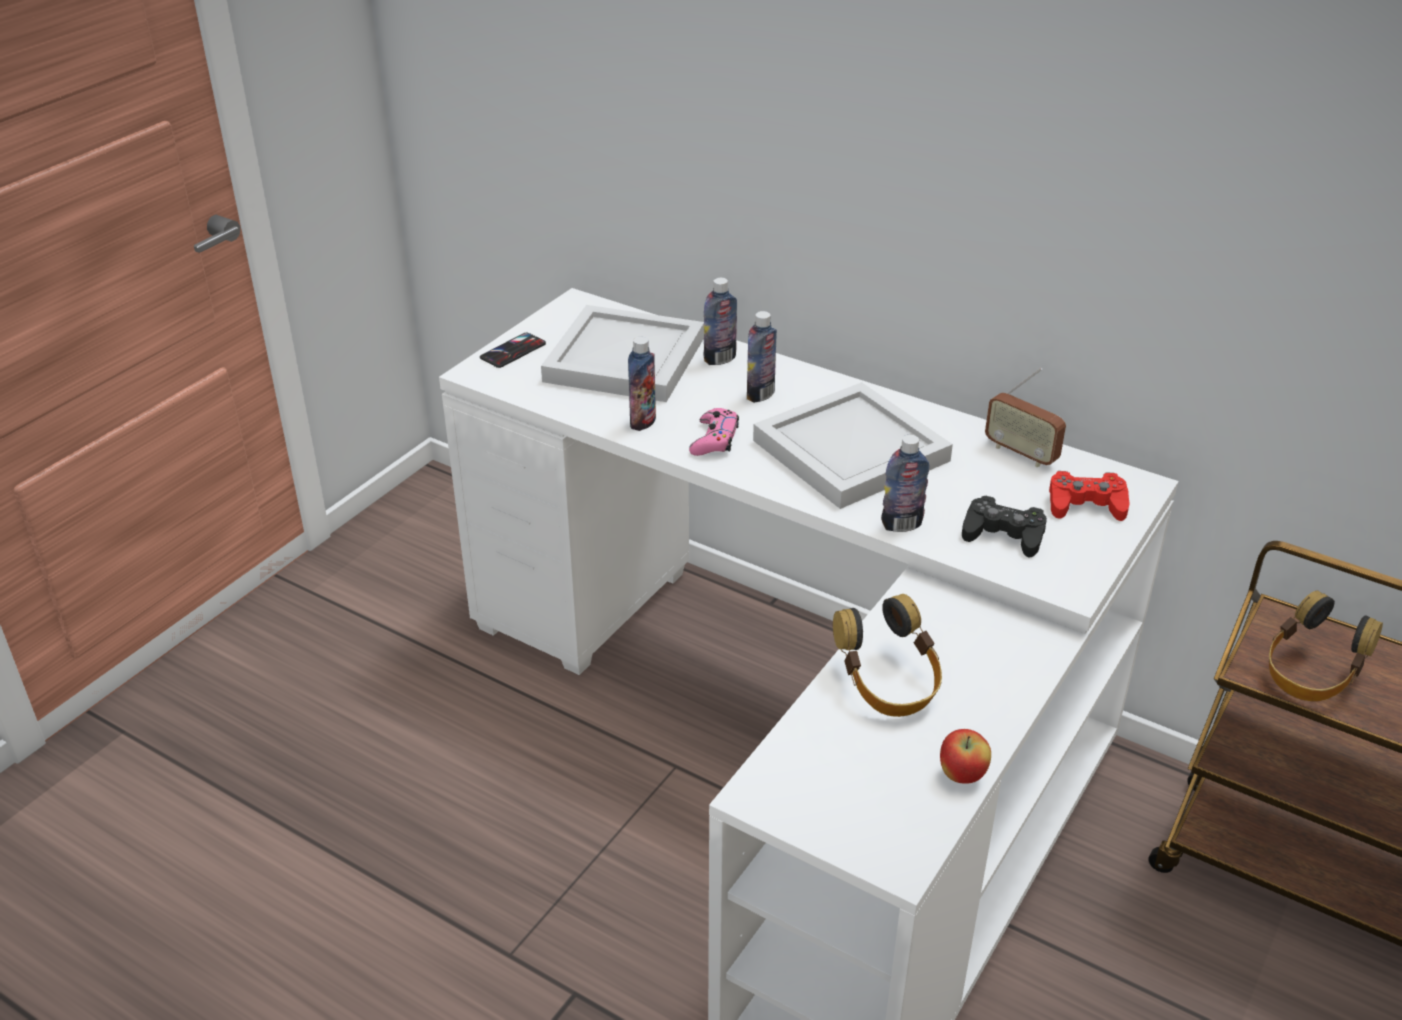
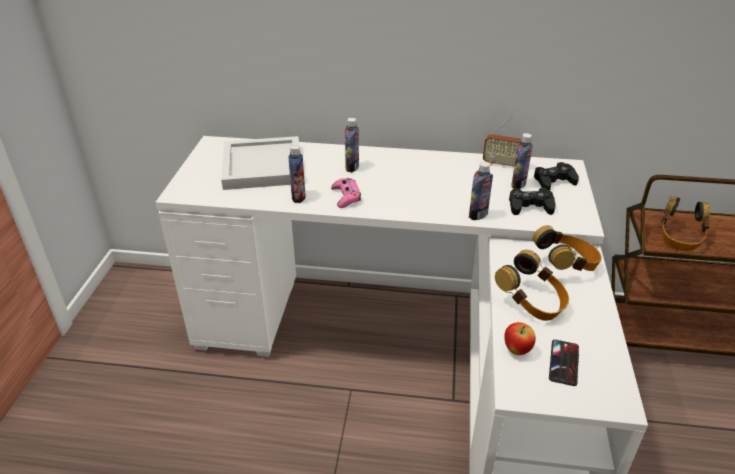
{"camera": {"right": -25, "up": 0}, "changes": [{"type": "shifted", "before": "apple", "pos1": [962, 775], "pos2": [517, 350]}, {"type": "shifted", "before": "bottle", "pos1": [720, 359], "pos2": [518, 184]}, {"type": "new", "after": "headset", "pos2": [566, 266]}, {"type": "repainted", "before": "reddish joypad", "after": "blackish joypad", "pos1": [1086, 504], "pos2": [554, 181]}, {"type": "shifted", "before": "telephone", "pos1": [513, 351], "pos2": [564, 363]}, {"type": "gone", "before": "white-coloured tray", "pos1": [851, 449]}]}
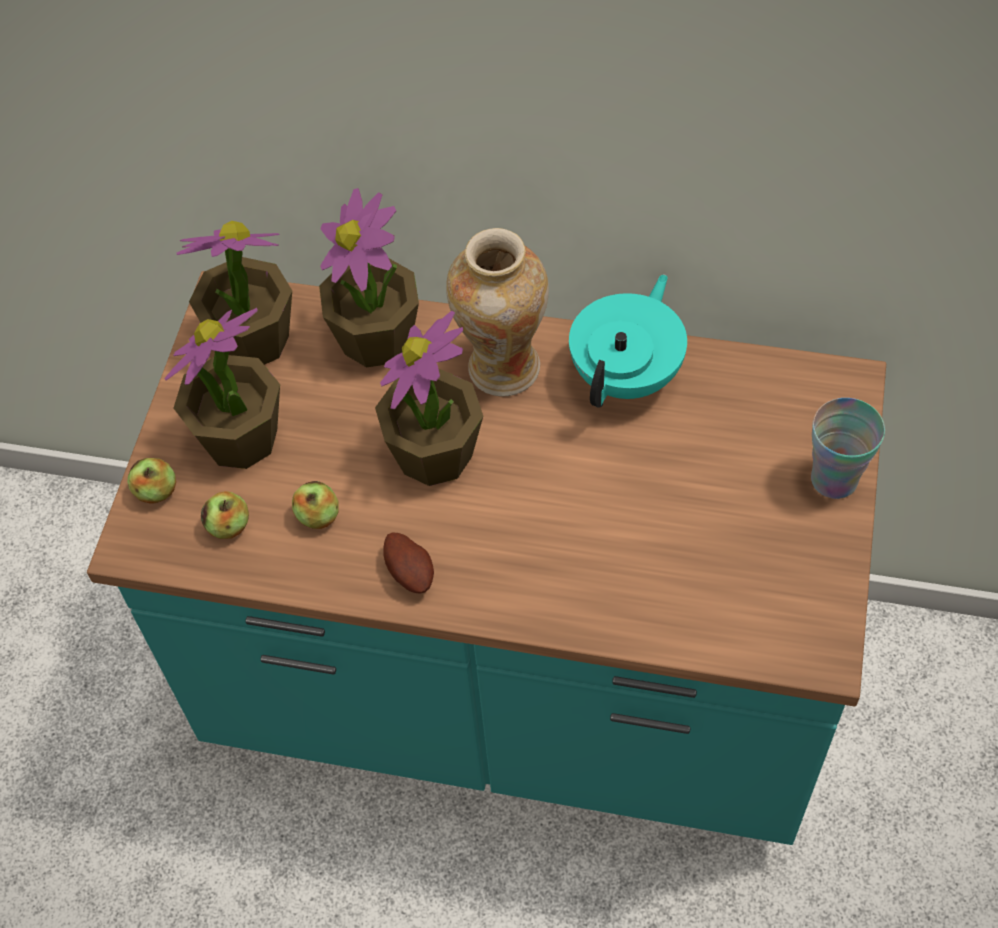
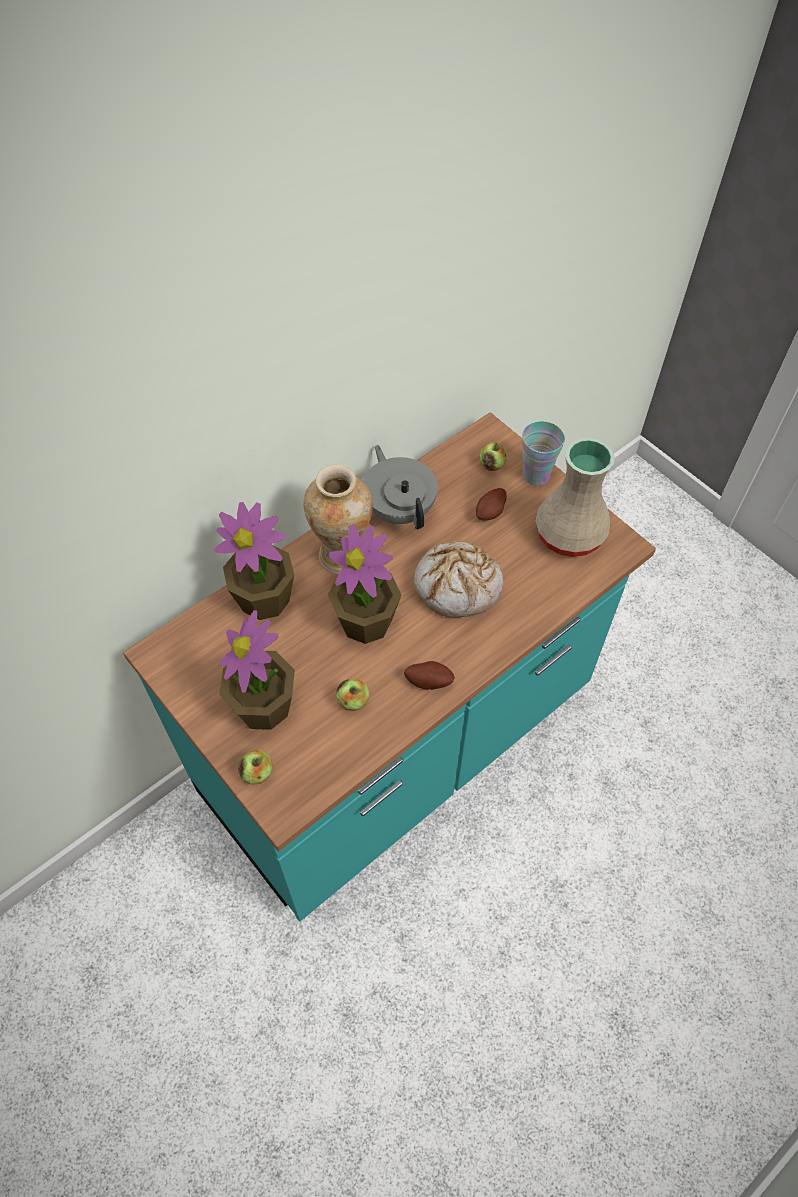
{"camera": {"right": -55, "up": 0}, "changes": [{"type": "repainted", "before": "blue-green teapot", "after": "gray teapot", "pos1": [628, 375], "pos2": [400, 509]}, {"type": "new", "after": "bakery bread", "pos2": [458, 586]}, {"type": "new", "after": "potato", "pos2": [491, 512]}, {"type": "shifted", "before": "apple", "pos1": [229, 526], "pos2": [492, 465]}, {"type": "new", "after": "sand-coloured flower vase", "pos2": [571, 534]}, {"type": "gone", "before": "plant in a pot", "pos1": [252, 341]}]}
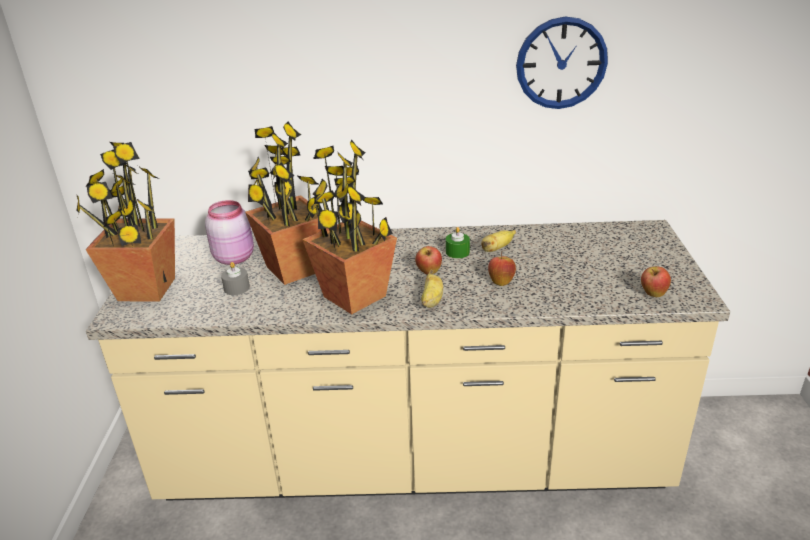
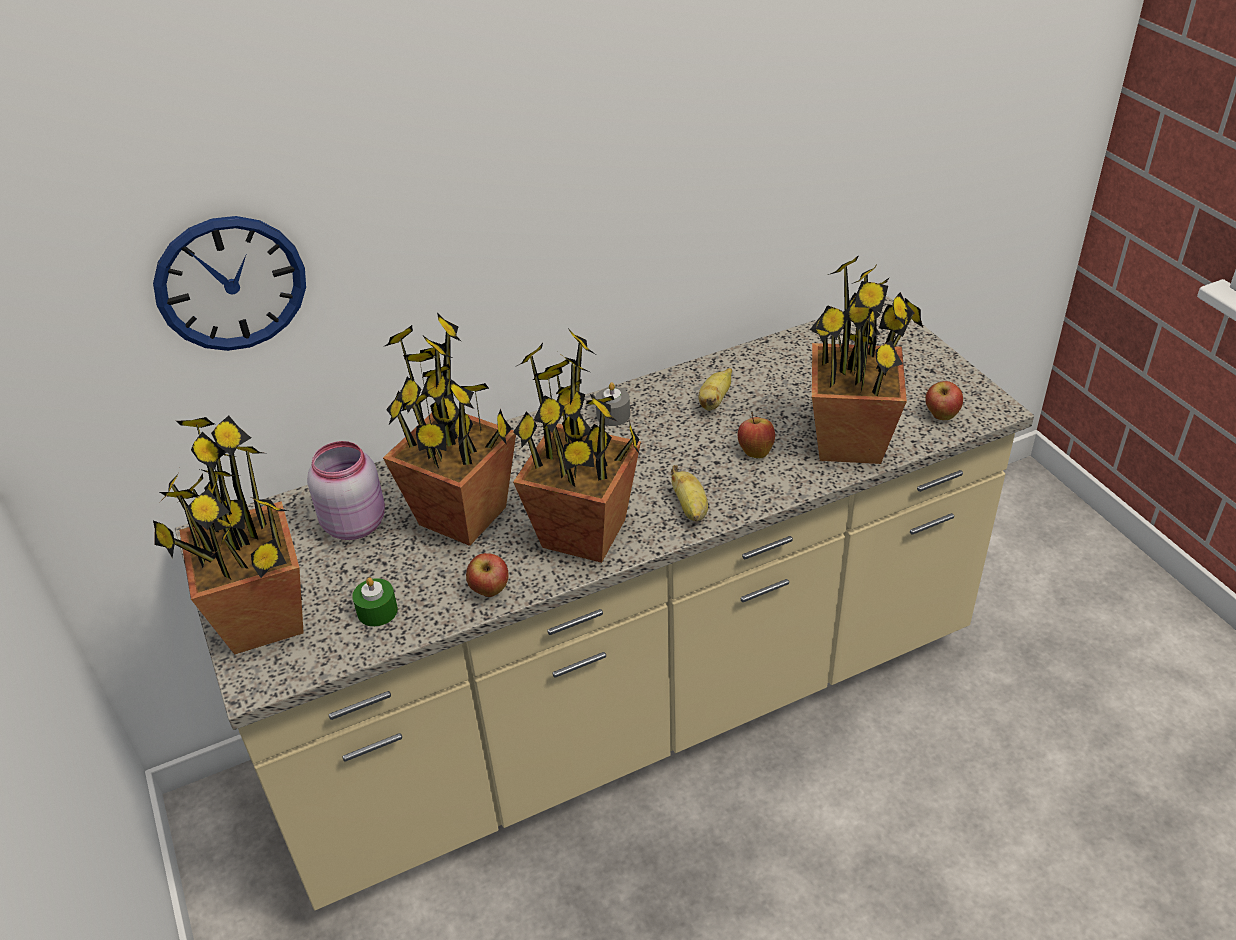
{"camera": {"right": -25, "up": 10}, "changes": [{"type": "shifted", "before": "wall clock", "pos1": [561, 63], "pos2": [231, 284]}, {"type": "shifted", "before": "green-coloured wax candle", "pos1": [457, 252], "pos2": [377, 611]}, {"type": "shifted", "before": "apple", "pos1": [429, 272], "pos2": [490, 591]}, {"type": "shifted", "before": "gray wax candle", "pos1": [236, 288], "pos2": [613, 415]}, {"type": "new", "after": "plant in a pot", "pos2": [849, 442]}]}
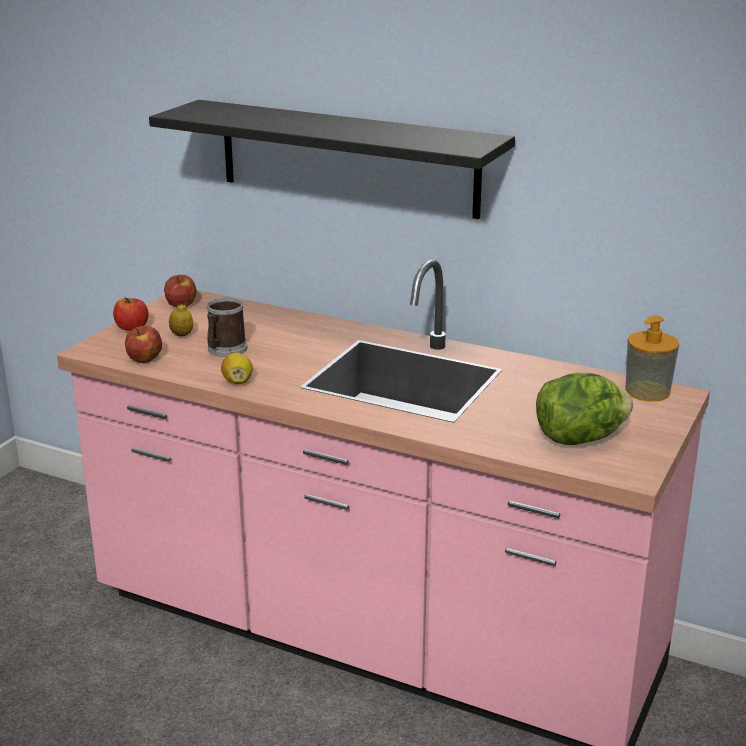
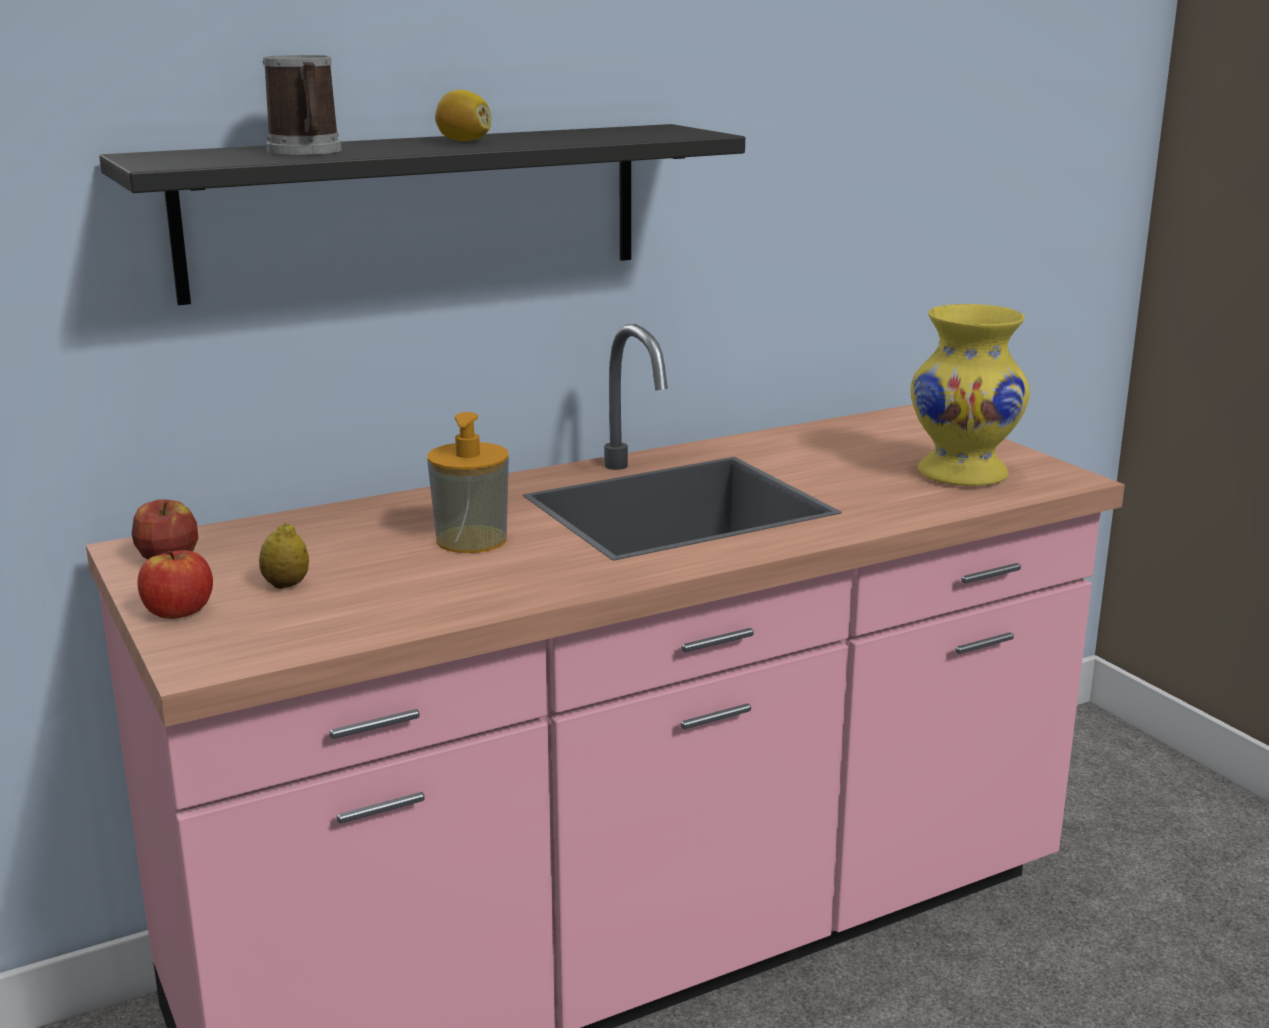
{"camera": {"right": -55, "up": -5}, "changes": [{"type": "shifted", "before": "mug", "pos1": [224, 350], "pos2": [306, 151]}, {"type": "shifted", "before": "liquid soap bottle", "pos1": [647, 391], "pos2": [471, 539]}, {"type": "shifted", "before": "lemon", "pos1": [237, 381], "pos2": [464, 141]}, {"type": "swapped", "before": "lettuce head", "after": "yellow-coloured flower vase", "pos1": [579, 439], "pos2": [960, 474]}, {"type": "gone", "before": "apple", "pos1": [145, 359]}]}
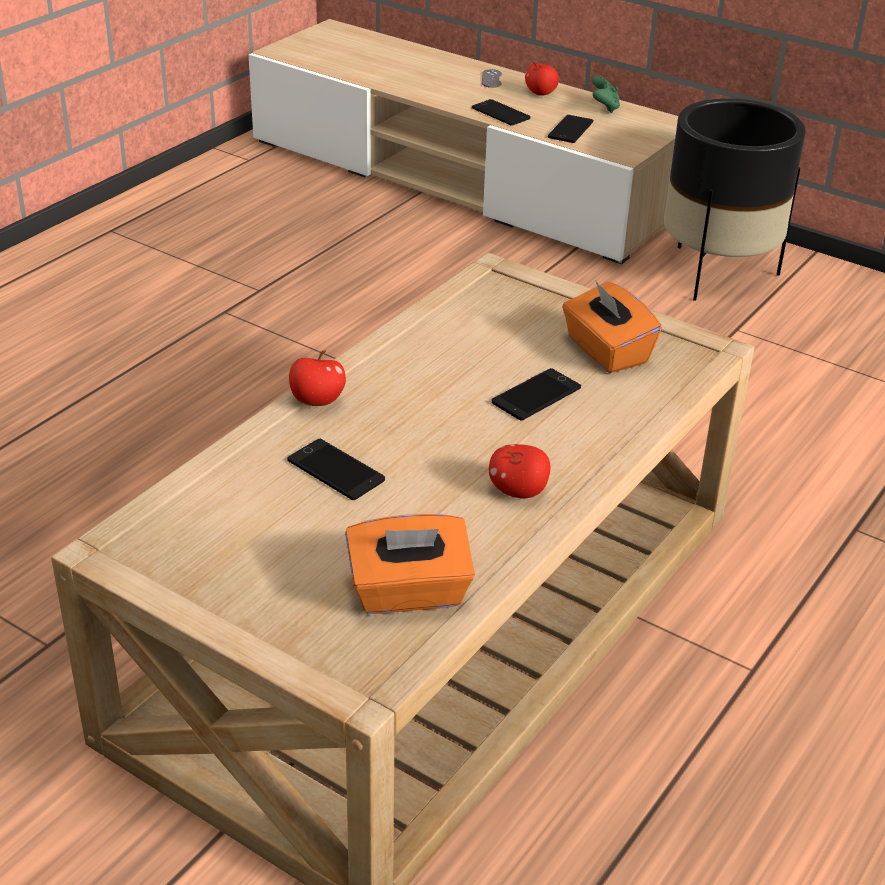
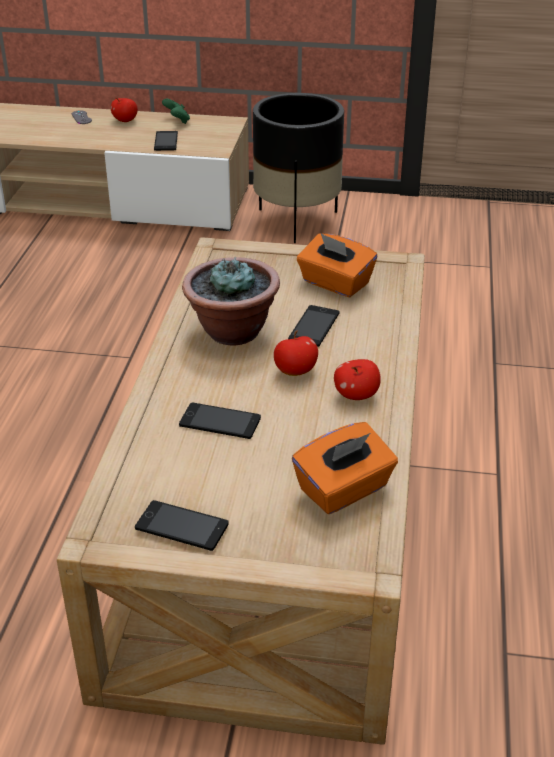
{"camera": {"right": -25, "up": 0}, "changes": [{"type": "shifted", "before": "telephone", "pos1": [500, 113], "pos2": [182, 526]}, {"type": "new", "after": "plant in a pot", "pos2": [232, 331]}, {"type": "shifted", "before": "apple", "pos1": [317, 402], "pos2": [295, 371]}]}
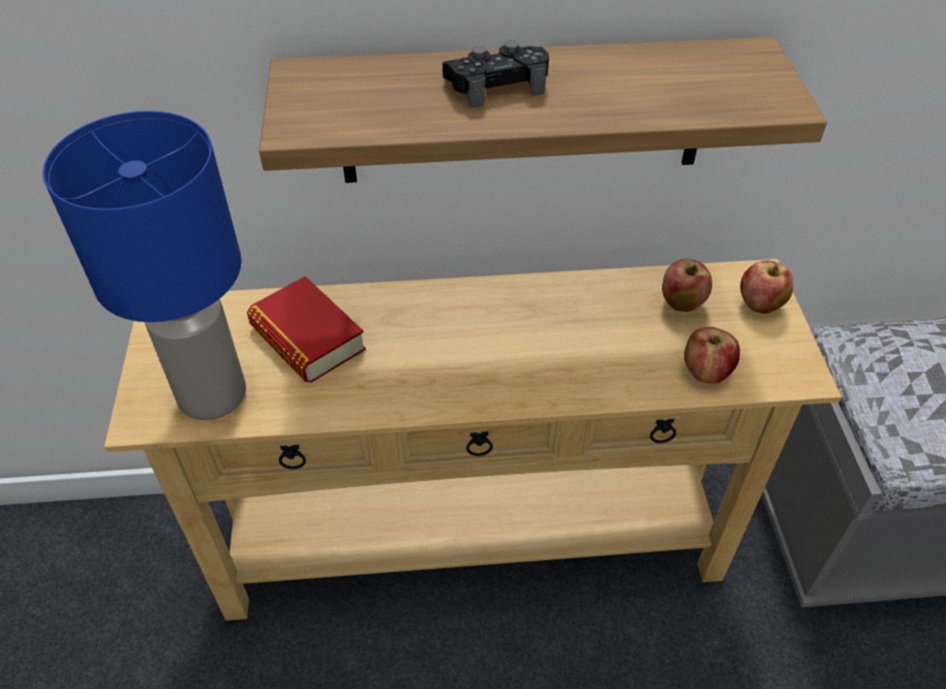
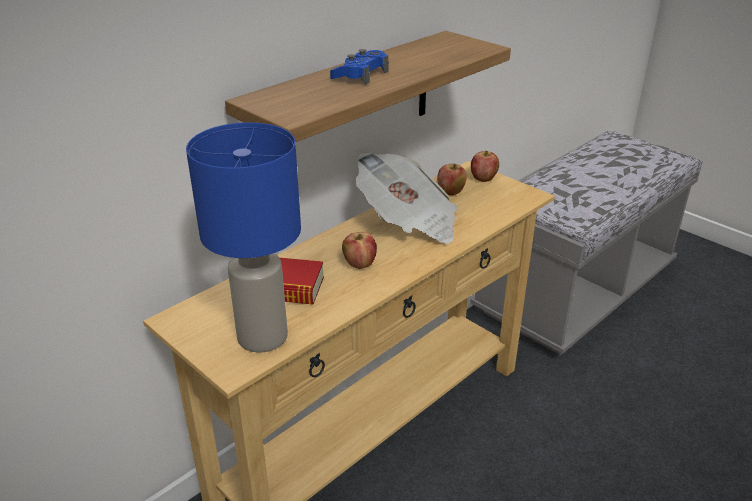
{"camera": {"right": -40, "up": -15}, "changes": [{"type": "repainted", "before": "blackish joypad", "after": "blue-coloured joypad", "pos1": [497, 84], "pos2": [360, 75]}, {"type": "shifted", "before": "apple", "pos1": [706, 373], "pos2": [360, 264]}, {"type": "new", "after": "printed paper", "pos2": [408, 222]}]}
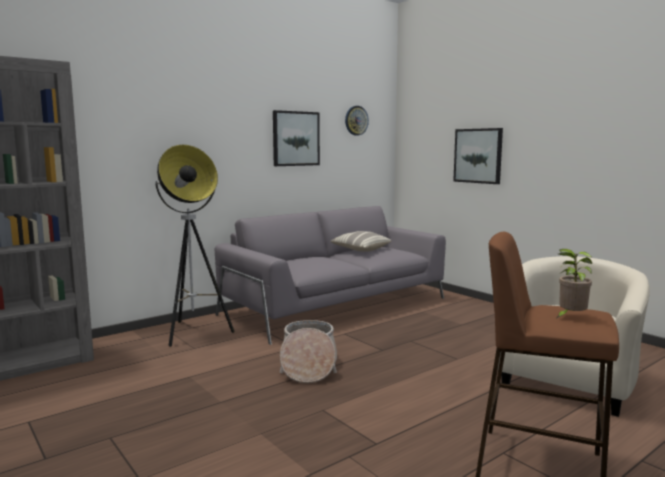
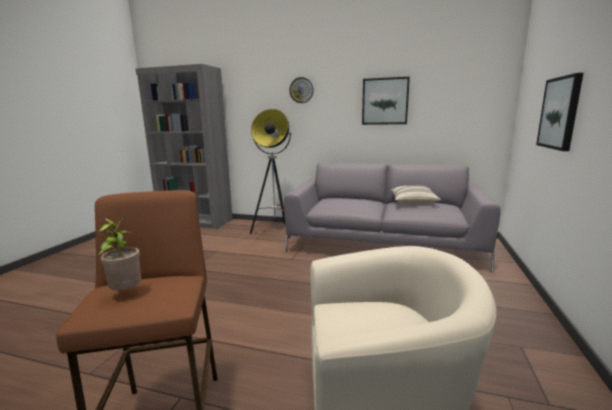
{"camera": {"right": 55, "up": 5}, "changes": [{"type": "shifted", "before": "wall clock", "pos1": [356, 120], "pos2": [301, 90]}, {"type": "gone", "before": "storage basket", "pos1": [308, 366]}]}
